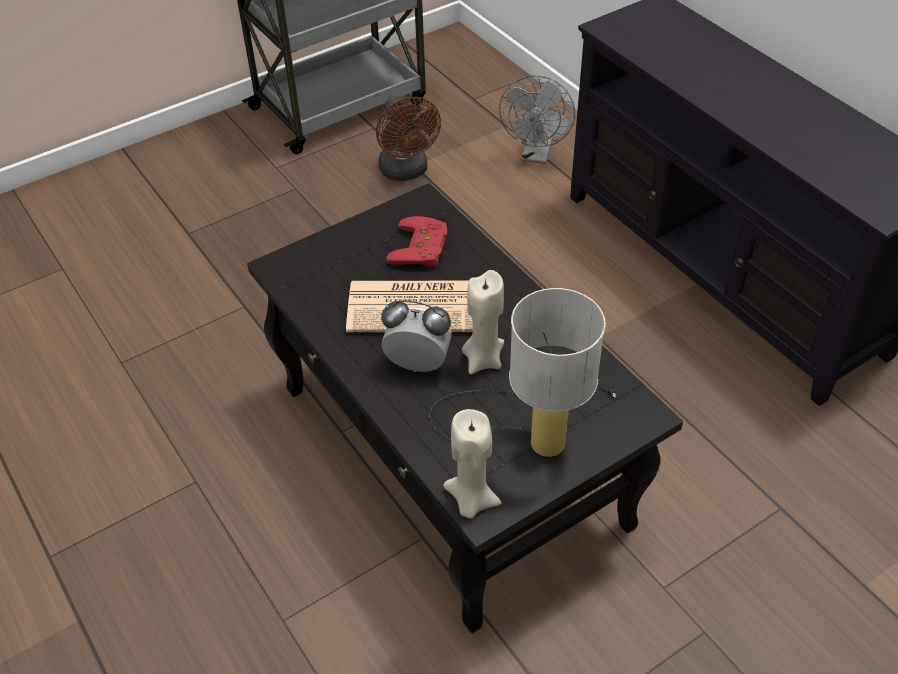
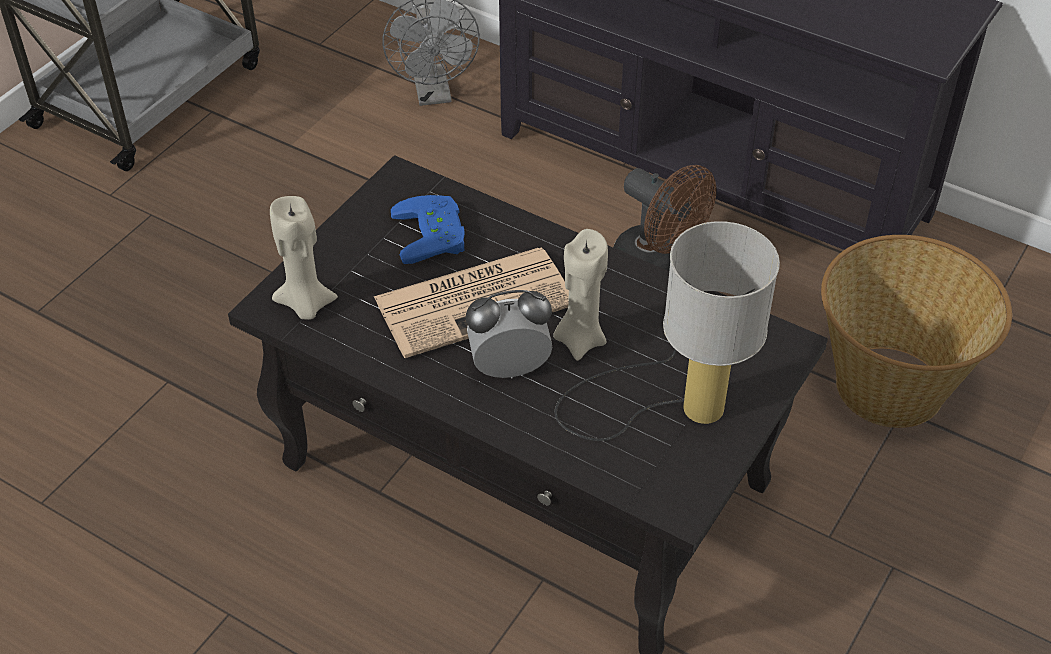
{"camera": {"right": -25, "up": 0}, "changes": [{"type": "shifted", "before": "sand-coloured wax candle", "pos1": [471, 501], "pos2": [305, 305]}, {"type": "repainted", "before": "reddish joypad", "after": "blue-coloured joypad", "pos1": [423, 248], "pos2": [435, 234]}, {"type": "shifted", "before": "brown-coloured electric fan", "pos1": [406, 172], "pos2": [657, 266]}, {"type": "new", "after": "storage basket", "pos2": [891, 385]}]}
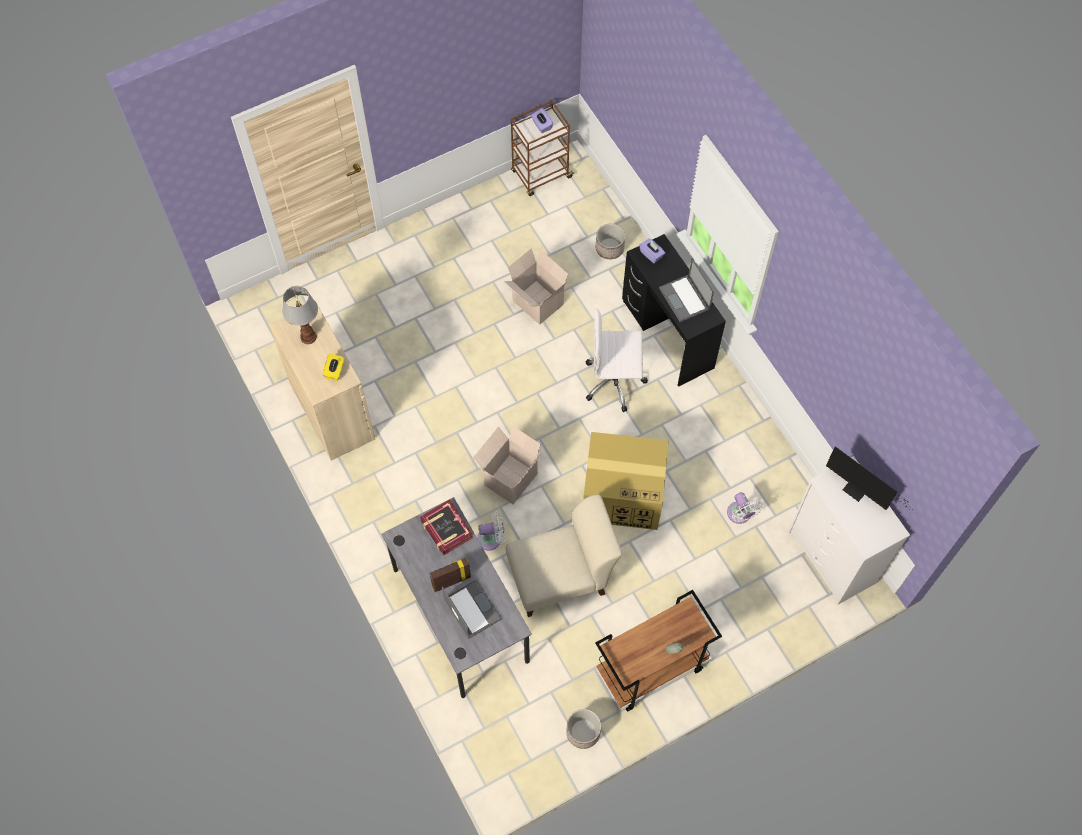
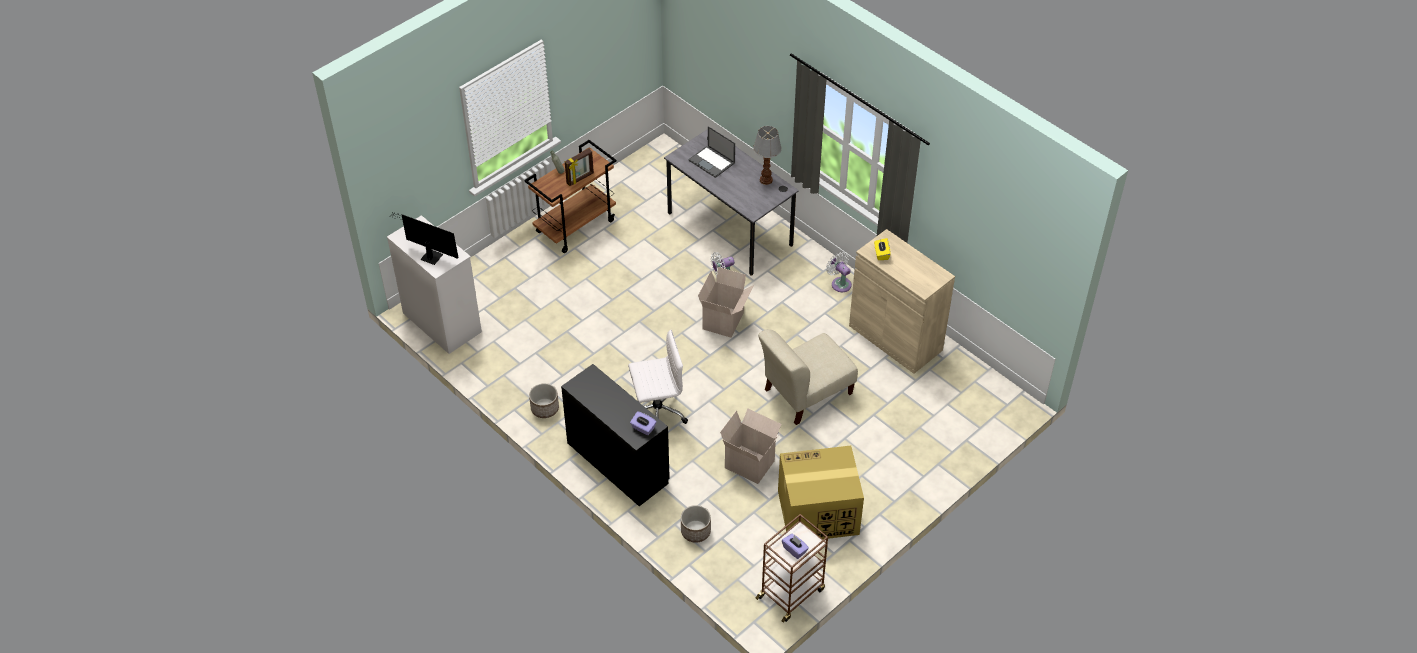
{"camera": {"right": 165, "up": -15}, "changes": [{"type": "shifted", "before": "plant pot", "pos1": [583, 732], "pos2": [544, 408]}, {"type": "shifted", "before": "standing frame", "pos1": [451, 581], "pos2": [580, 178]}, {"type": "shifted", "before": "tabletop lamp", "pos1": [308, 337], "pos2": [766, 179]}, {"type": "shifted", "before": "sand-coloured chair", "pos1": [561, 577], "pos2": [805, 394]}, {"type": "shifted", "before": "packing box", "pos1": [624, 494], "pos2": [817, 513]}, {"type": "shifted", "before": "white-coloured electric fan", "pos1": [740, 515], "pos2": [840, 283]}, {"type": "gone", "before": "volume", "pos1": [446, 529]}, {"type": "gone", "before": "portable computer", "pos1": [685, 299]}]}
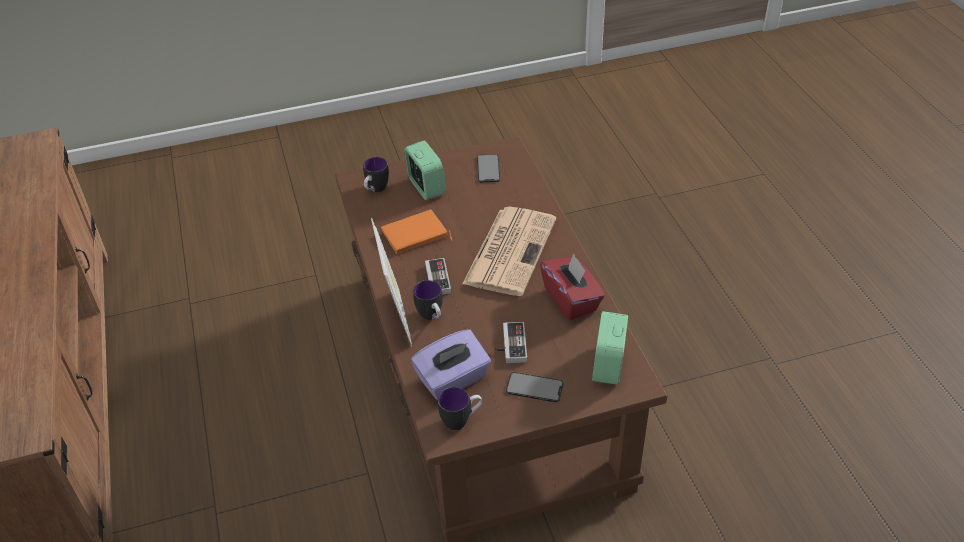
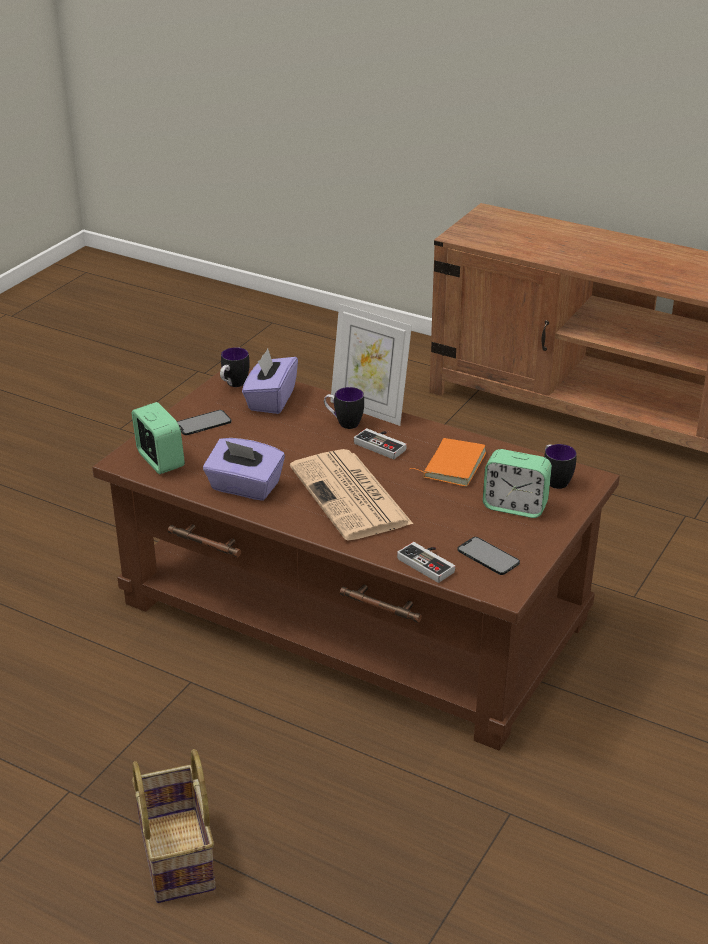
{"camera": {"right": 135, "up": -10}, "changes": [{"type": "new", "after": "storage basket", "pos2": [179, 857]}, {"type": "repainted", "before": "reddish tissue box", "after": "purple-coloured tissue box", "pos1": [571, 300], "pos2": [244, 487]}, {"type": "shifted", "before": "joypad", "pos1": [509, 345], "pos2": [429, 563]}]}
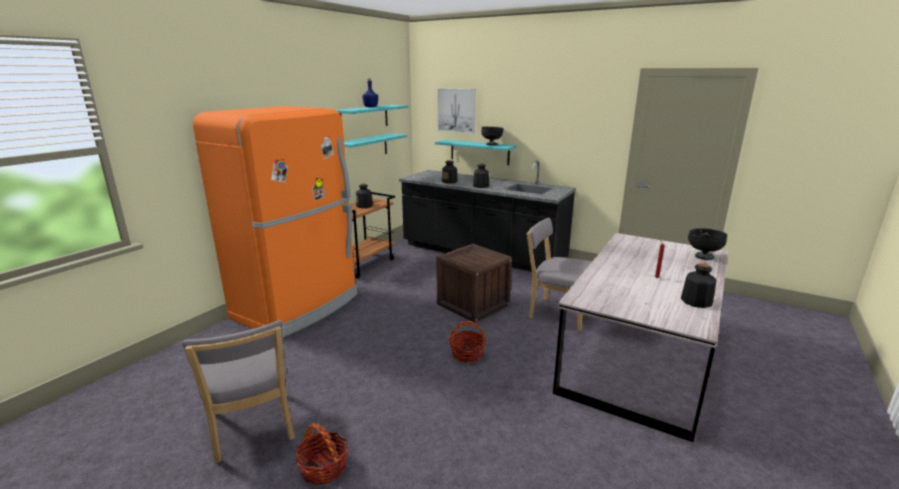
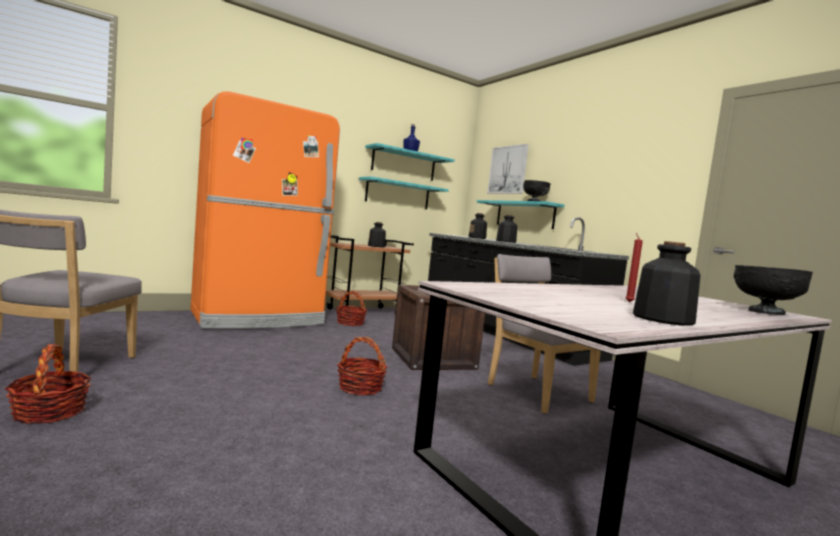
{"camera": {"right": 25, "up": -15}, "changes": [{"type": "new", "after": "storage basket", "pos2": [350, 323]}]}
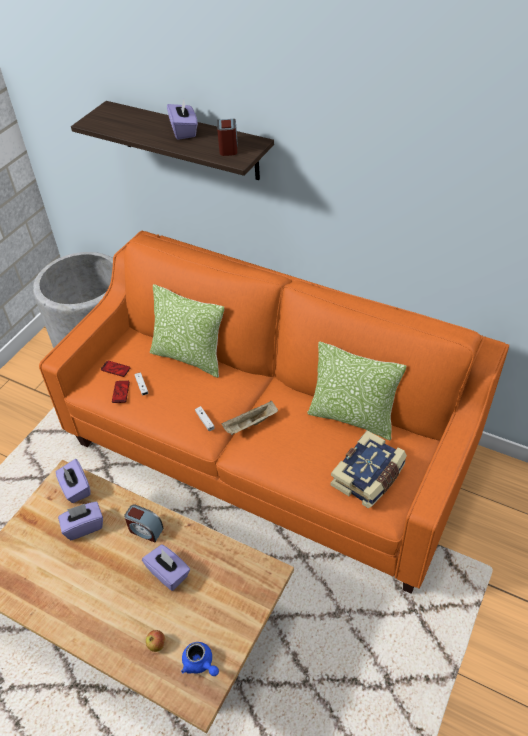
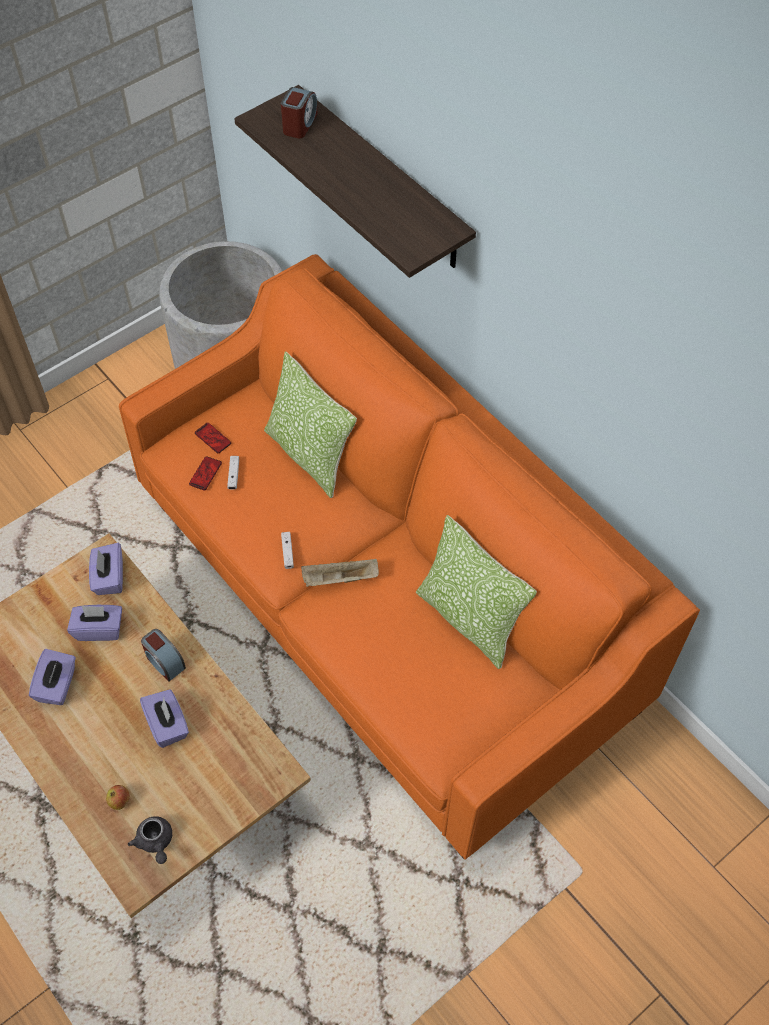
{"camera": {"right": 20, "up": 10}, "changes": [{"type": "shifted", "before": "purple-coloured tissue box", "pos1": [184, 131], "pos2": [57, 685]}, {"type": "repainted", "before": "blue-coloured teapot", "after": "gray teapot", "pos1": [200, 664], "pos2": [155, 842]}, {"type": "shifted", "before": "table clock", "pos1": [228, 147], "pos2": [300, 124]}, {"type": "gone", "before": "volume", "pos1": [369, 477]}]}
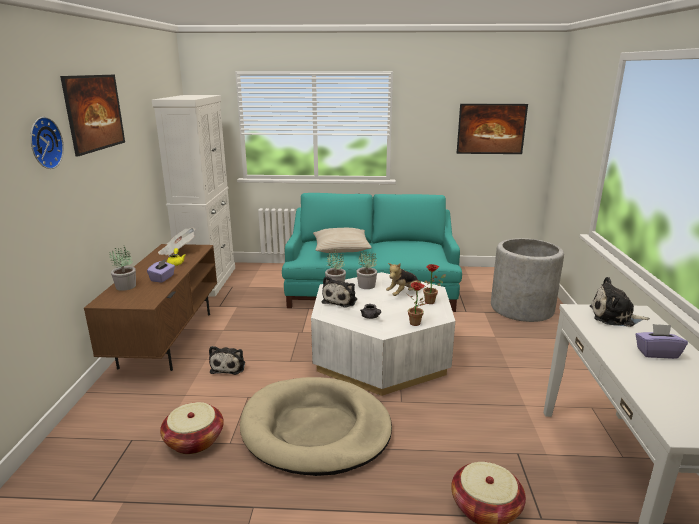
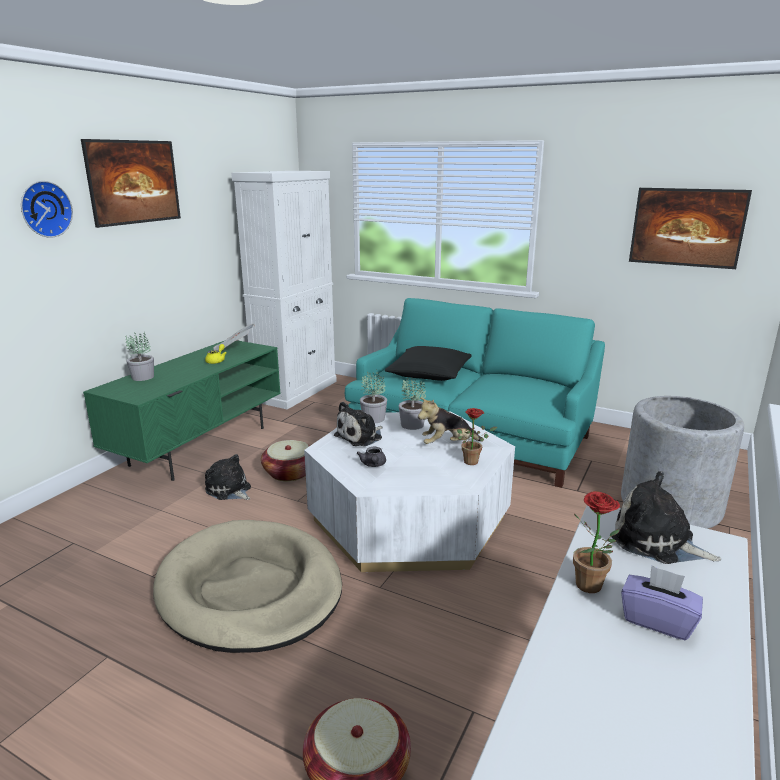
{"camera": {"right": 25, "up": 0}, "changes": [{"type": "repainted", "before": "brown-coloured media console", "after": "green-coloured media console", "pos1": [167, 338], "pos2": [200, 445]}, {"type": "rotated", "before": "soft toy", "pos1": [229, 366], "pos2": [229, 490], "turn": 105}, {"type": "shifted", "before": "storage basket", "pos1": [194, 440], "pos2": [289, 473]}, {"type": "repainted", "before": "sand-coloured pillow", "after": "blackish pillow", "pos1": [341, 248], "pos2": [429, 373]}, {"type": "shifted", "before": "plant in a pot", "pos1": [417, 324], "pos2": [592, 588]}, {"type": "gone", "before": "purple-coloured tissue box", "pos1": [162, 278]}]}
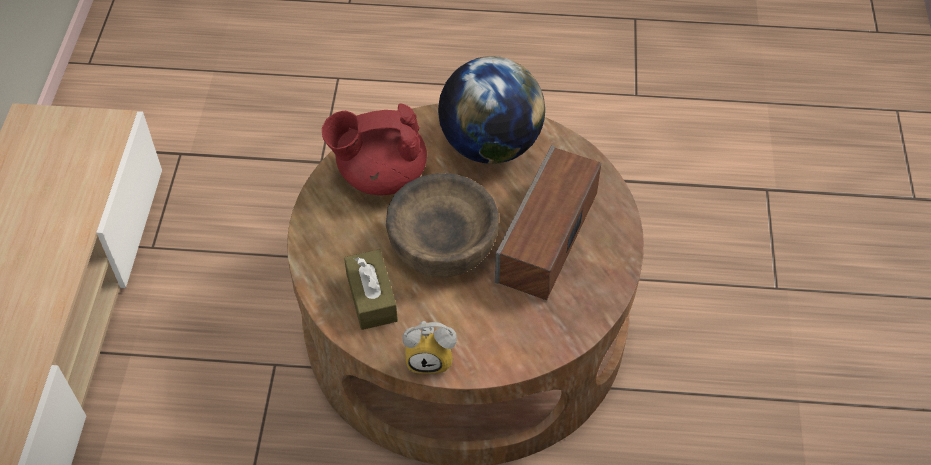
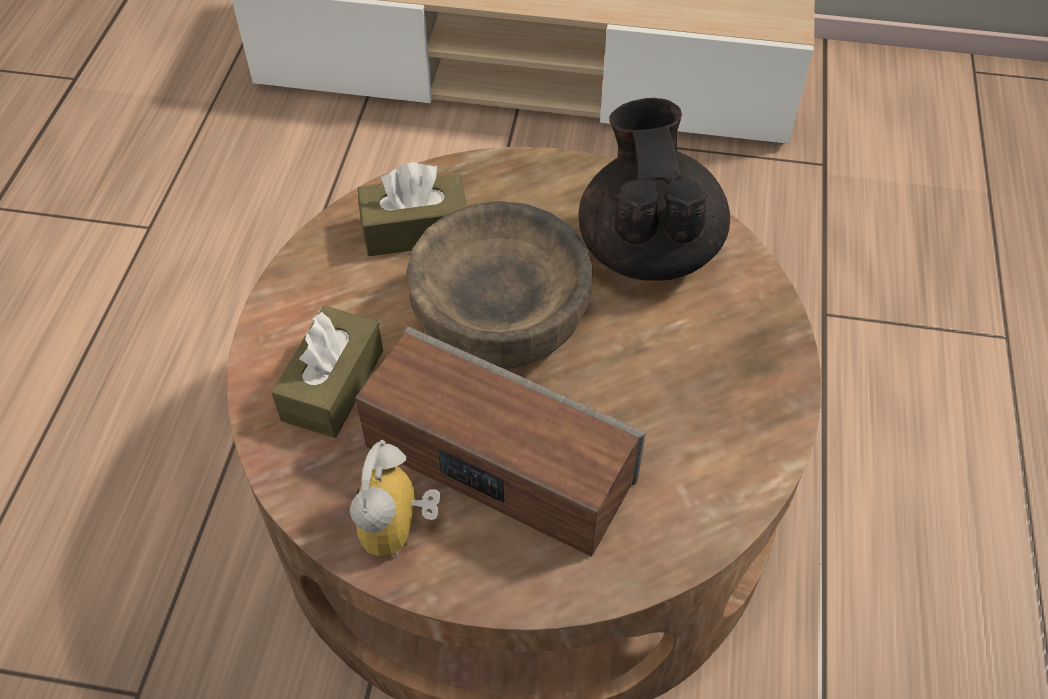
{"camera": {"right": 95, "up": 0}, "changes": [{"type": "new", "after": "brown-coloured tissue box", "pos2": [333, 385]}, {"type": "shifted", "before": "table clock", "pos1": [431, 358], "pos2": [400, 530]}, {"type": "repainted", "before": "reddish teapot", "after": "blackish teapot", "pos1": [380, 174], "pos2": [648, 247]}, {"type": "gone", "before": "globe", "pos1": [490, 145]}]}
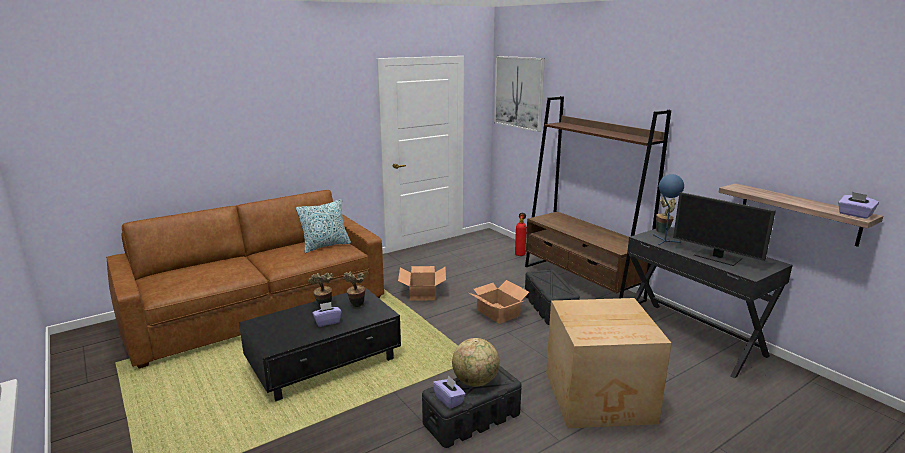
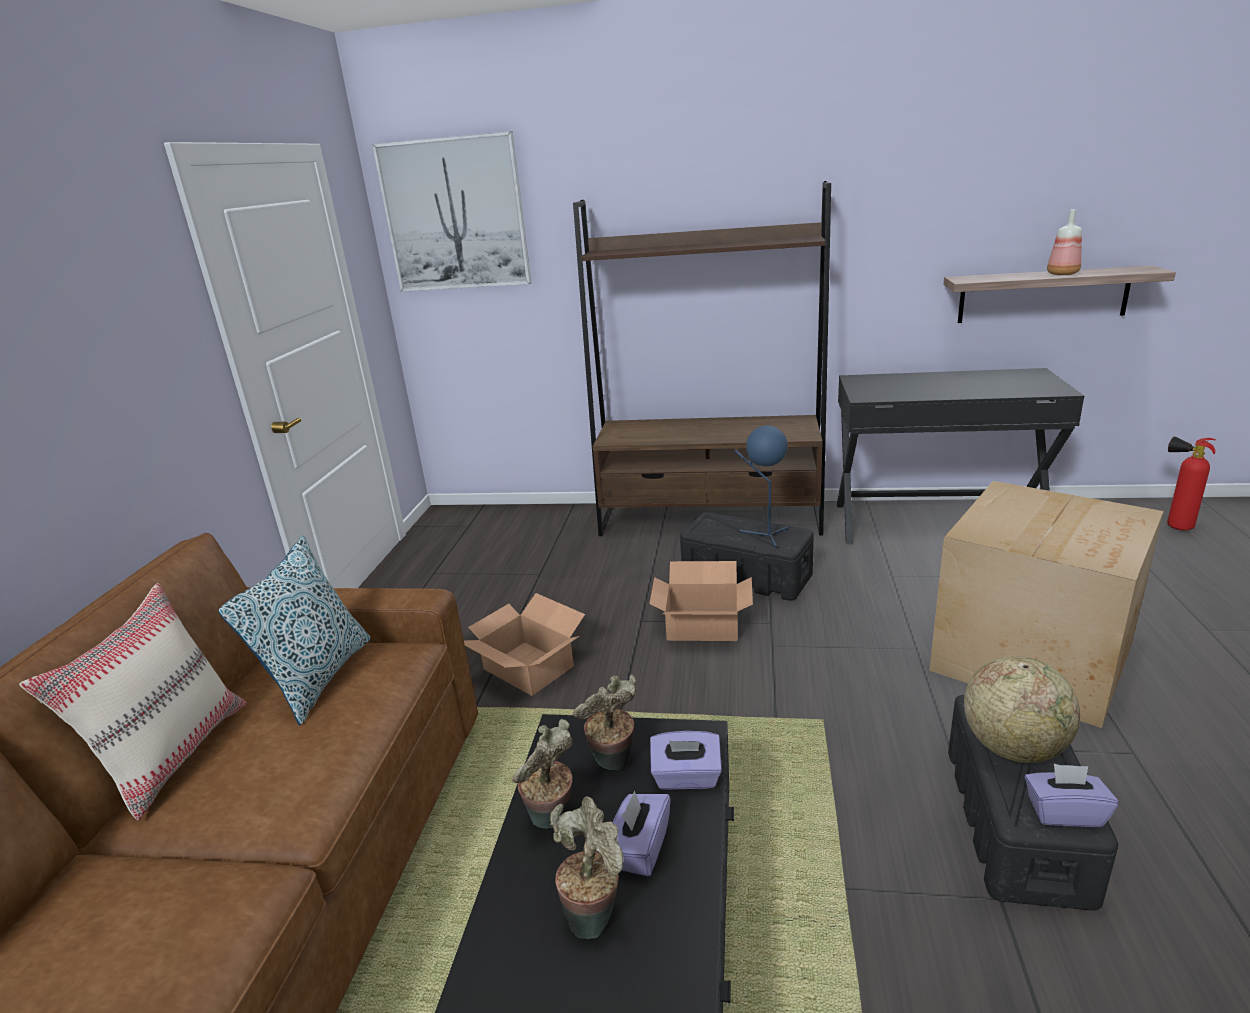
{"camera": {"right": -45, "up": 5}, "changes": [{"type": "new", "after": "sand-coloured pillow", "pos2": [175, 754]}, {"type": "shifted", "before": "plant in a pot", "pos1": [663, 231], "pos2": [594, 916]}, {"type": "shifted", "before": "purple-coloured tissue box", "pos1": [854, 215], "pos2": [686, 778]}, {"type": "shifted", "before": "blue-coloured tabletop lamp", "pos1": [663, 240], "pos2": [765, 535]}, {"type": "new", "after": "bottle", "pos2": [1062, 274]}, {"type": "shifted", "before": "fire-fighting cylinder", "pos1": [520, 254], "pos2": [1173, 526]}, {"type": "gone", "before": "computer screen", "pos1": [718, 257]}]}
